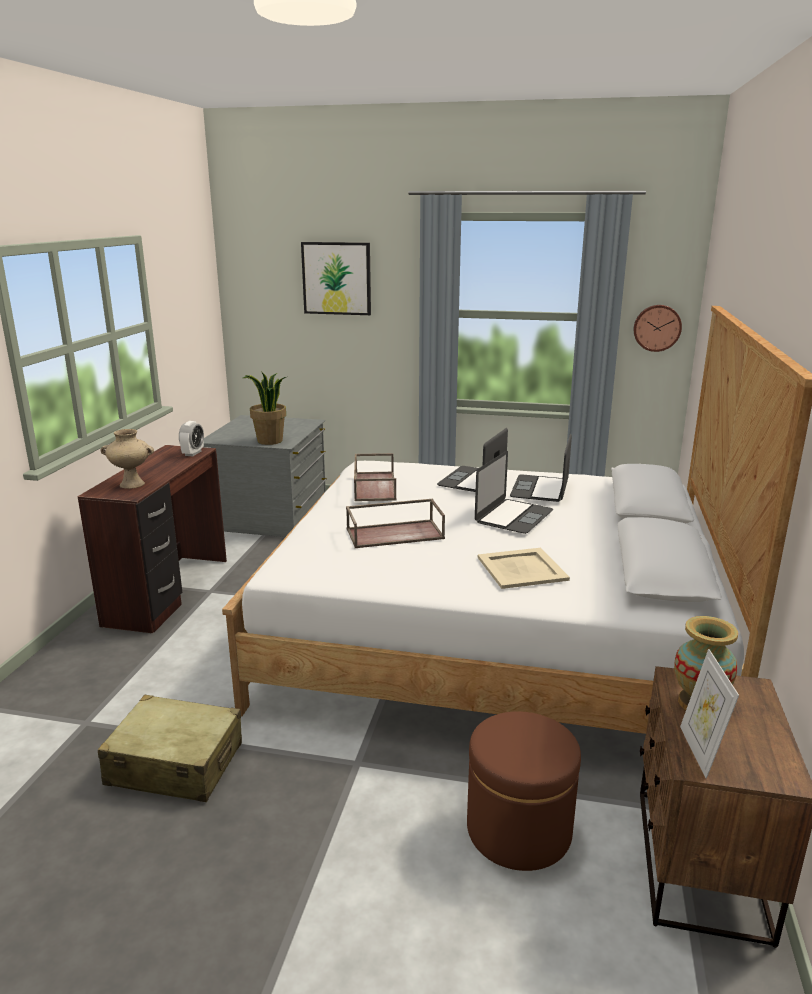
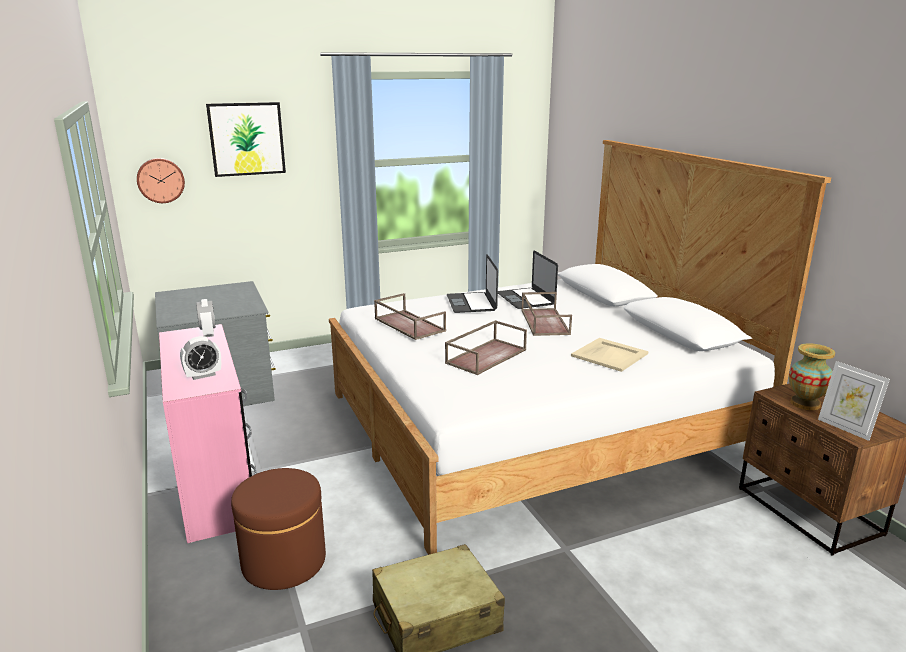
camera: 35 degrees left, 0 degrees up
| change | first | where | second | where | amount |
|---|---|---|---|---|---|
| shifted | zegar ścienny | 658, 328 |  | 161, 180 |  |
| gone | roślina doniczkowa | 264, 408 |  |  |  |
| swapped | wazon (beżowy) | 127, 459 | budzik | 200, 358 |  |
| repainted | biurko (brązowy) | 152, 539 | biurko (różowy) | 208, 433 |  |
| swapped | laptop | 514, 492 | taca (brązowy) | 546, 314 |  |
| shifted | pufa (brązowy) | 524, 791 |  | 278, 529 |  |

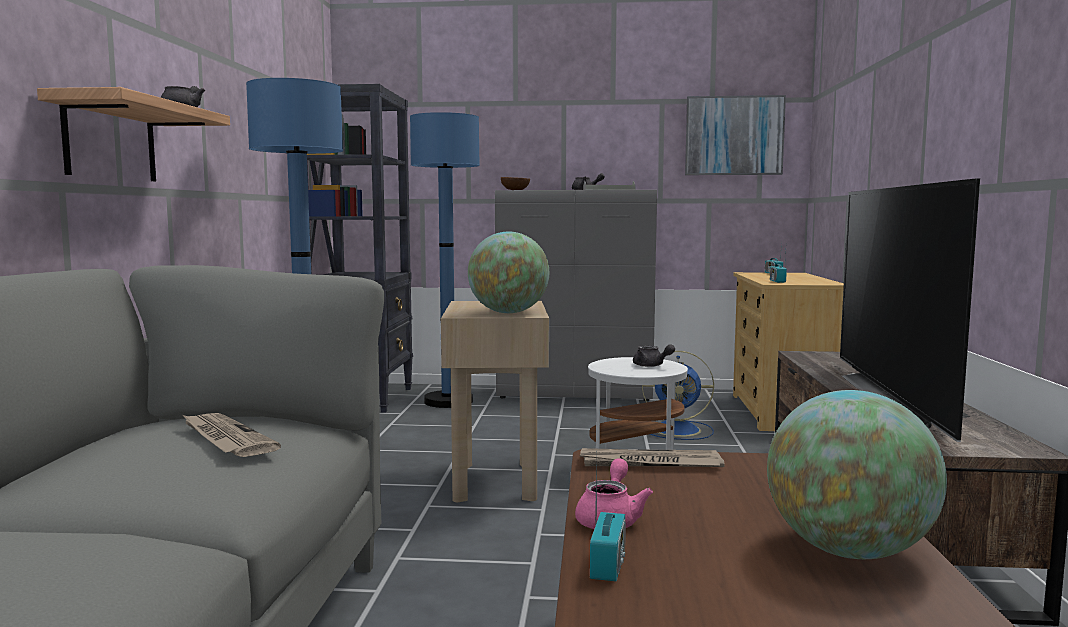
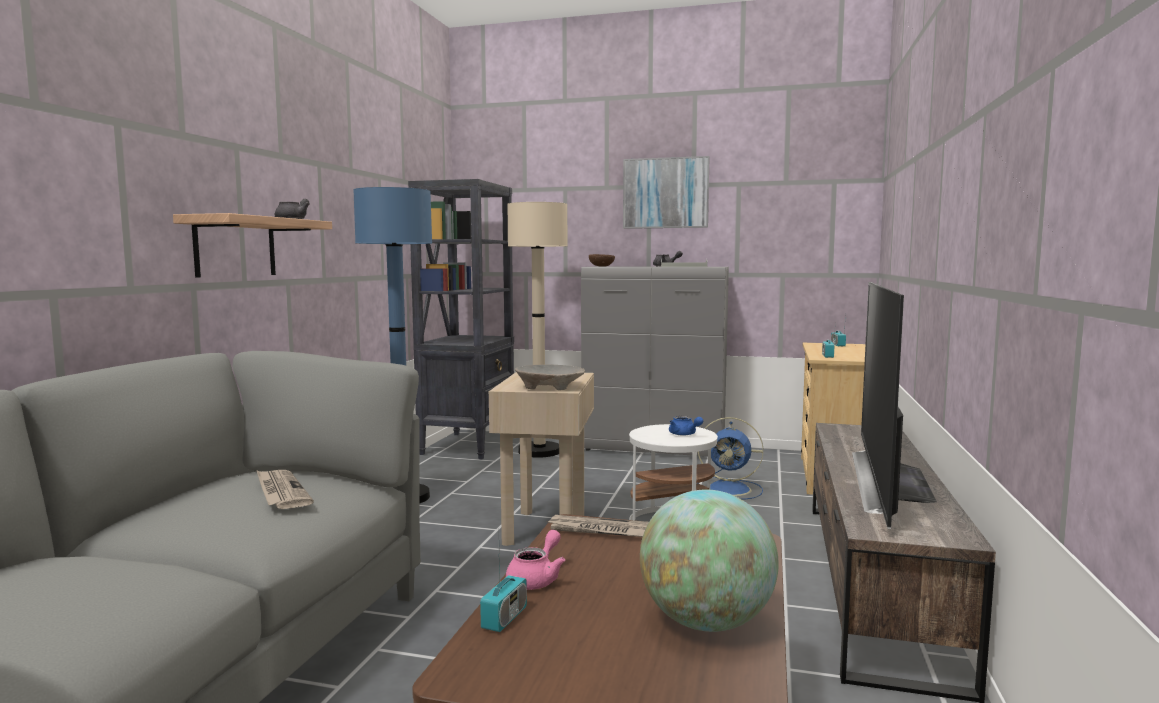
camera: 10 degrees right, 0 degrees up
| change | first | where | second | where | amount |
|---|---|---|---|---|---|
| shifted | obraz | 735, 135 |  | 666, 192 |  |
| repainted | lampa stojąca (niebieski) | 445, 260 | lampa stojąca (beżowy) | 538, 330 |  |
| swapped | globus | 508, 272 | miska (beżowy) | 550, 377 |  |
| repainted | imbryk (szary) | 654, 355 | imbryk (niebieski) | 686, 426 |  |

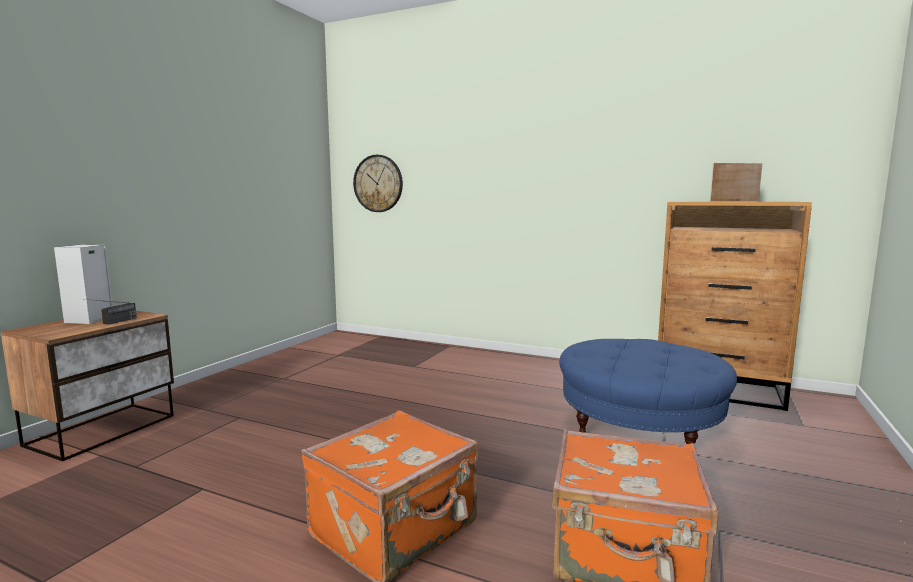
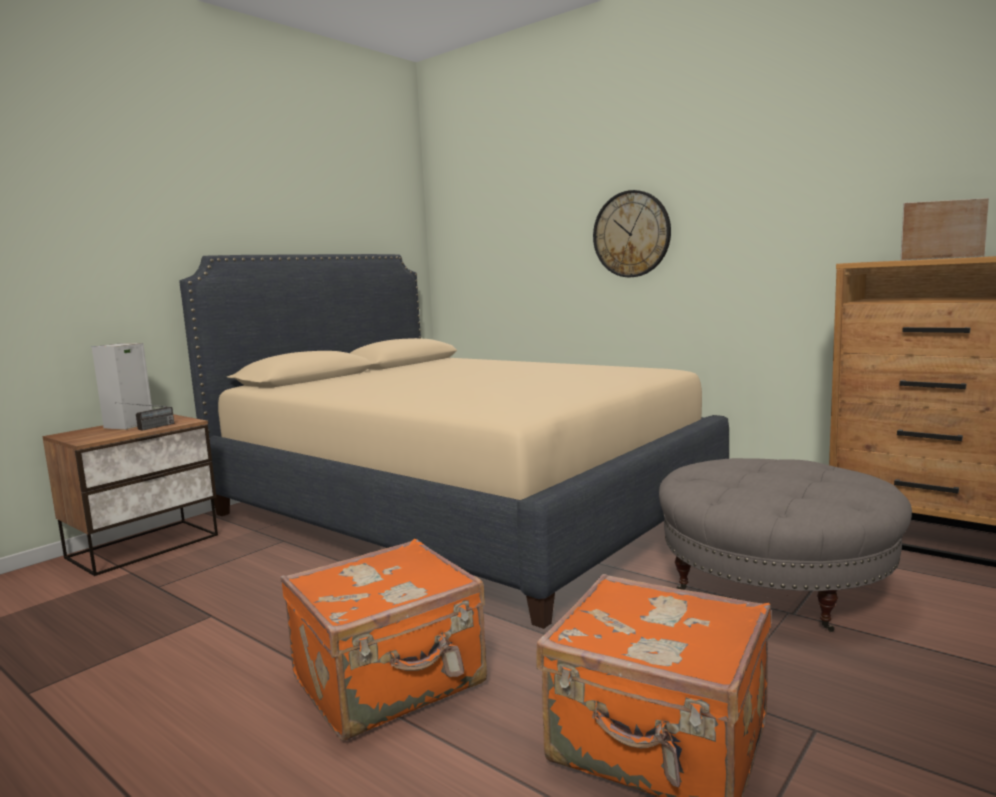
camera: 15 degrees right, 0 degrees up
| change | first | where | second | where | amount |
|---|---|---|---|---|---|
| shifted | zegar ścienny | 378, 183 |  | 632, 233 |  |
| repainted | pufa (niebieski) | 648, 391 | pufa (szary) | 785, 545 |  |
| new |  |  | łóżko (beżowy) | 454, 441 |  |

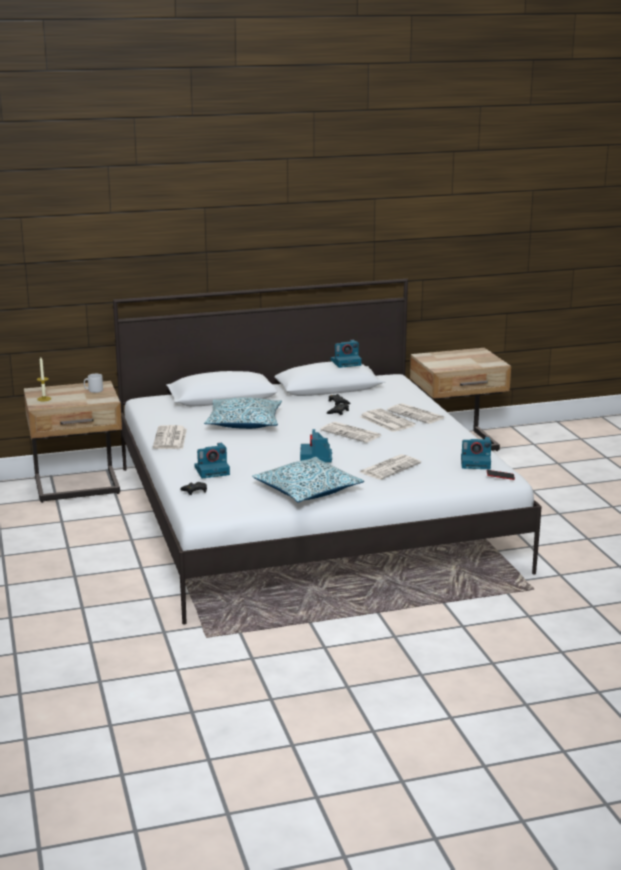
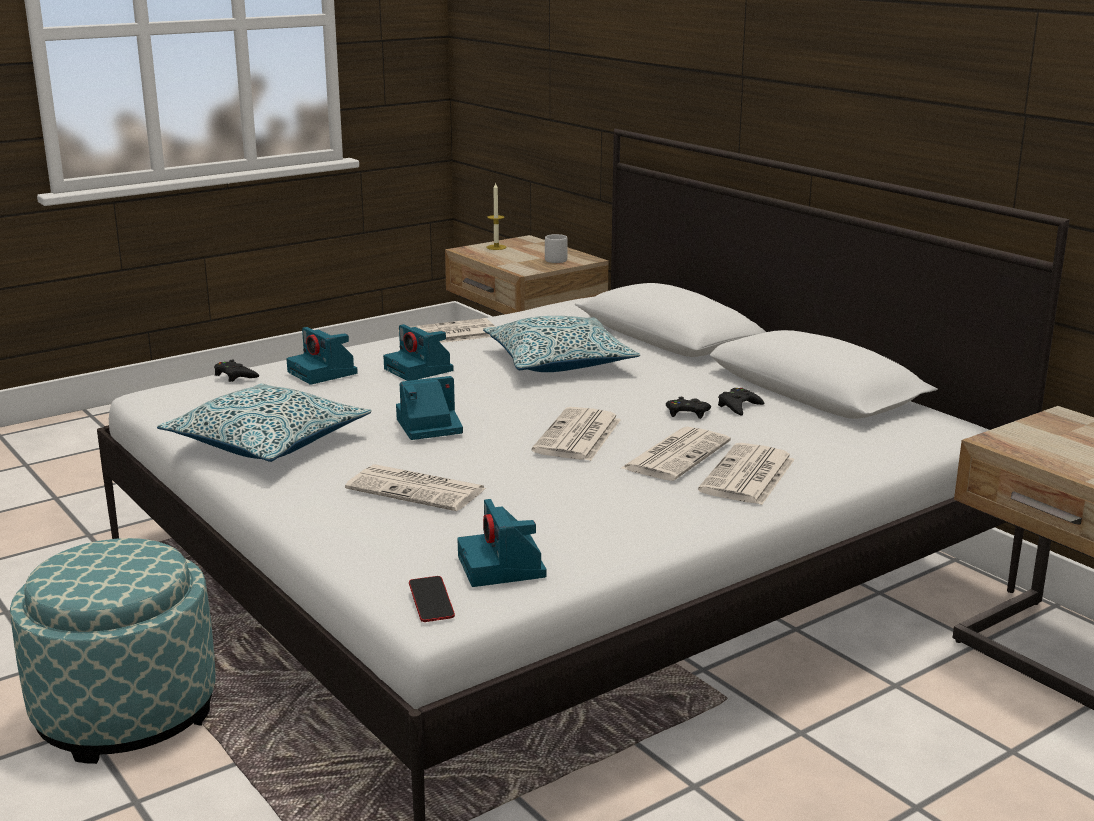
camera: 70 degrees right, 0 degrees up
| change | first | where | second | where | amount |
|---|---|---|---|---|---|
| shifted | aparat fotograficzny | 346, 354 |  | 418, 352 |  |
| new |  |  | pufa | 113, 651 |  |

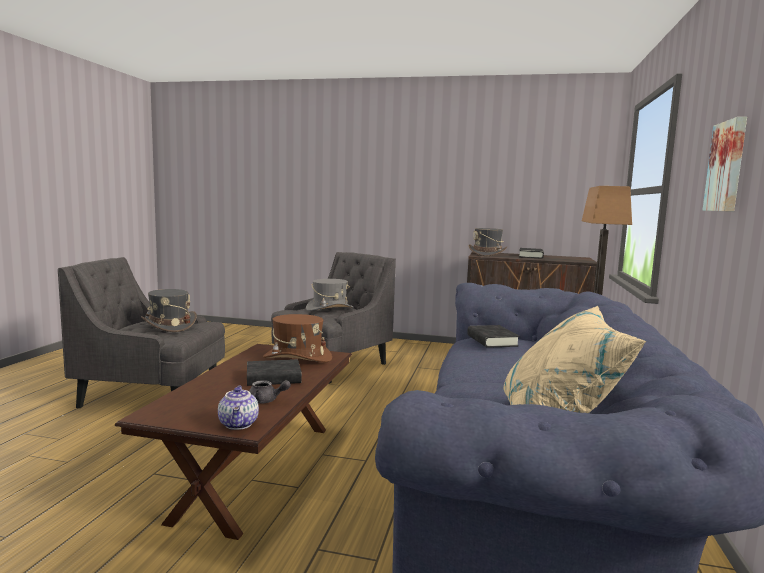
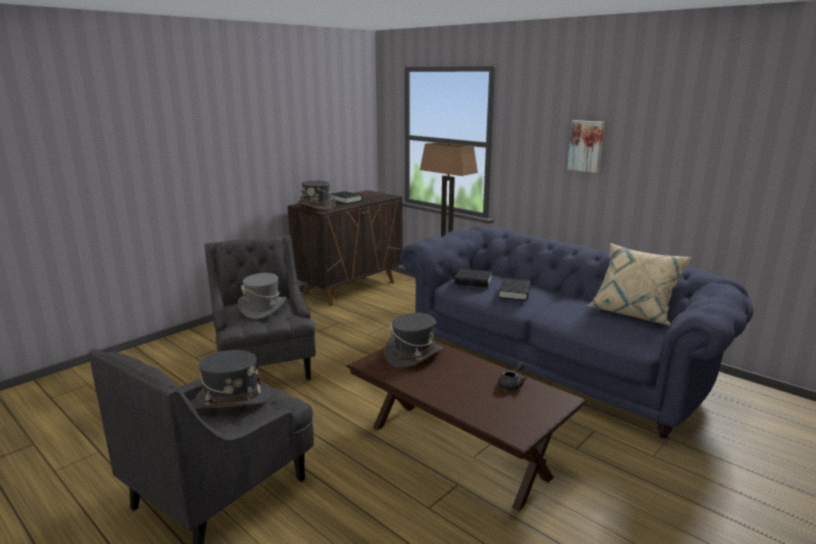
camera: 60 degrees left, 10 degrees up
| change | first | where | second | where | amount |
|---|---|---|---|---|---|
| repainted | kapelusz (brązowy) | 297, 338 | kapelusz (szary) | 413, 340 |  |
| shifted | książka (czarny) | 274, 372 |  | 515, 289 |  |
| gone | imbryk | 238, 407 |  |  |  |

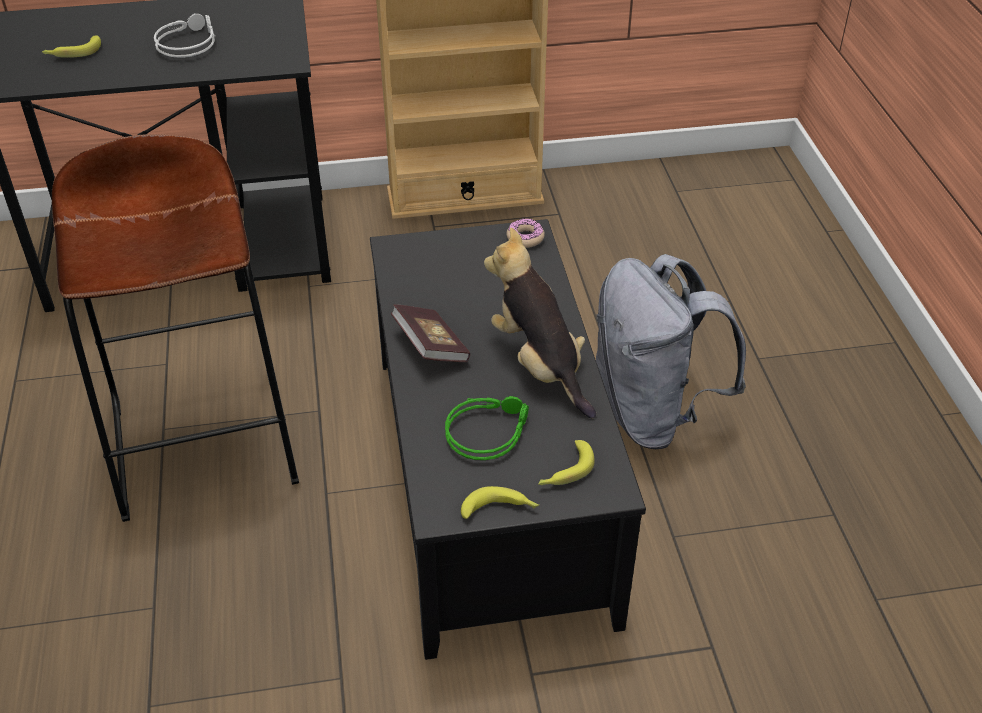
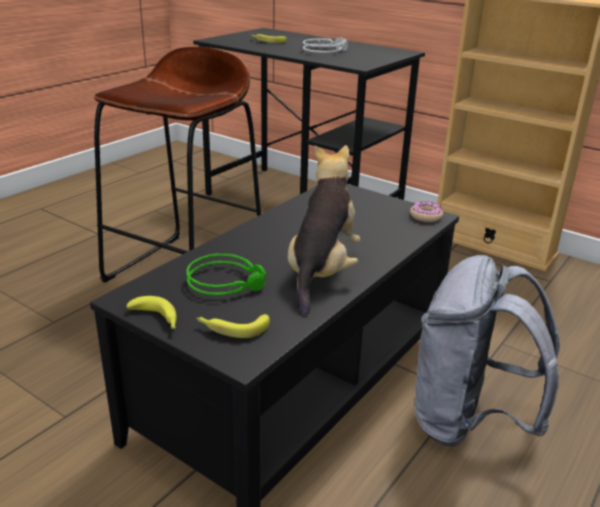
camera: 45 degrees right, 15 degrees down
| change | first | where | second | where | amount |
|---|---|---|---|---|---|
| gone | książka | 430, 333 |  |  |  |

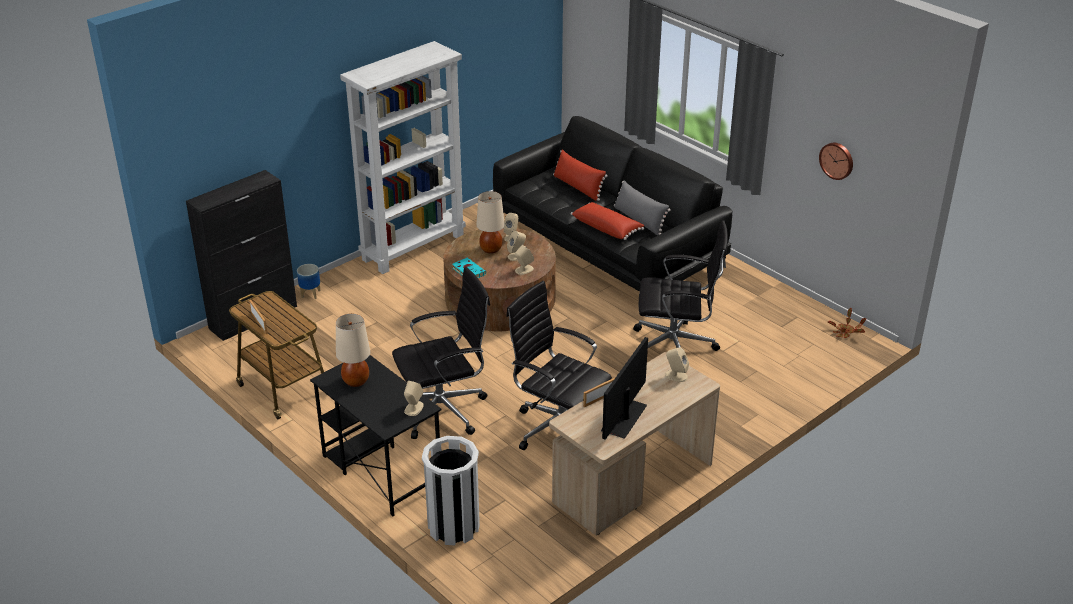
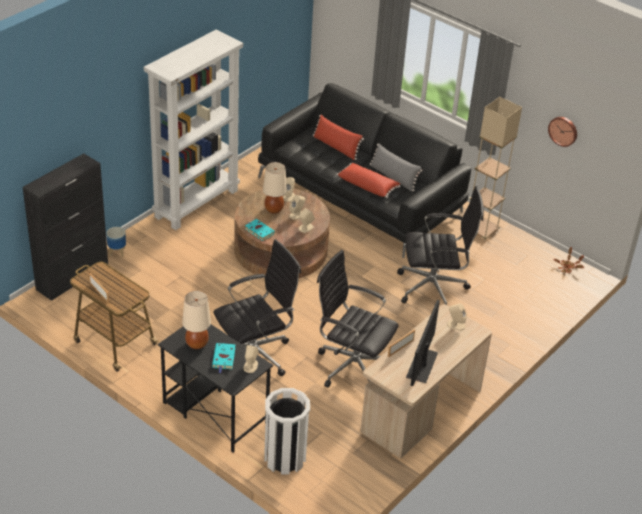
camera: 10 degrees left, 5 degrees up
| change | first | where | second | where | amount |
|---|---|---|---|---|---|
| new |  |  | lampa stojąca (beżowy) | 496, 169 |  |
| new |  |  | książka (turkusowy) | 224, 358 |  |

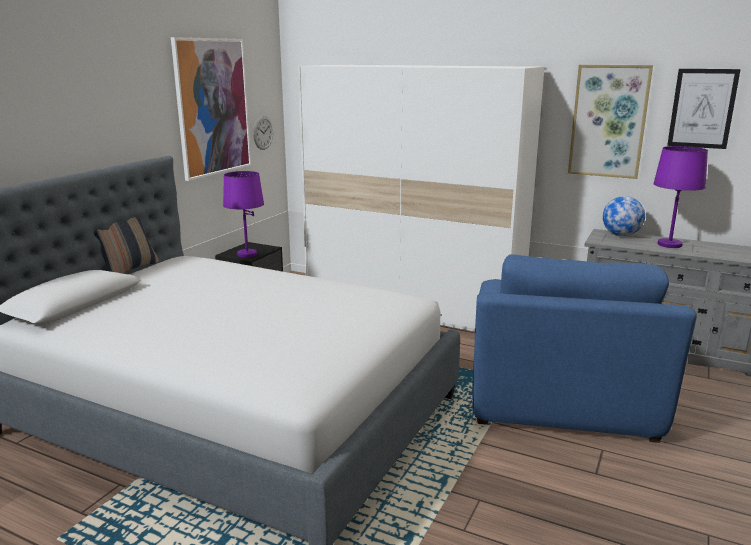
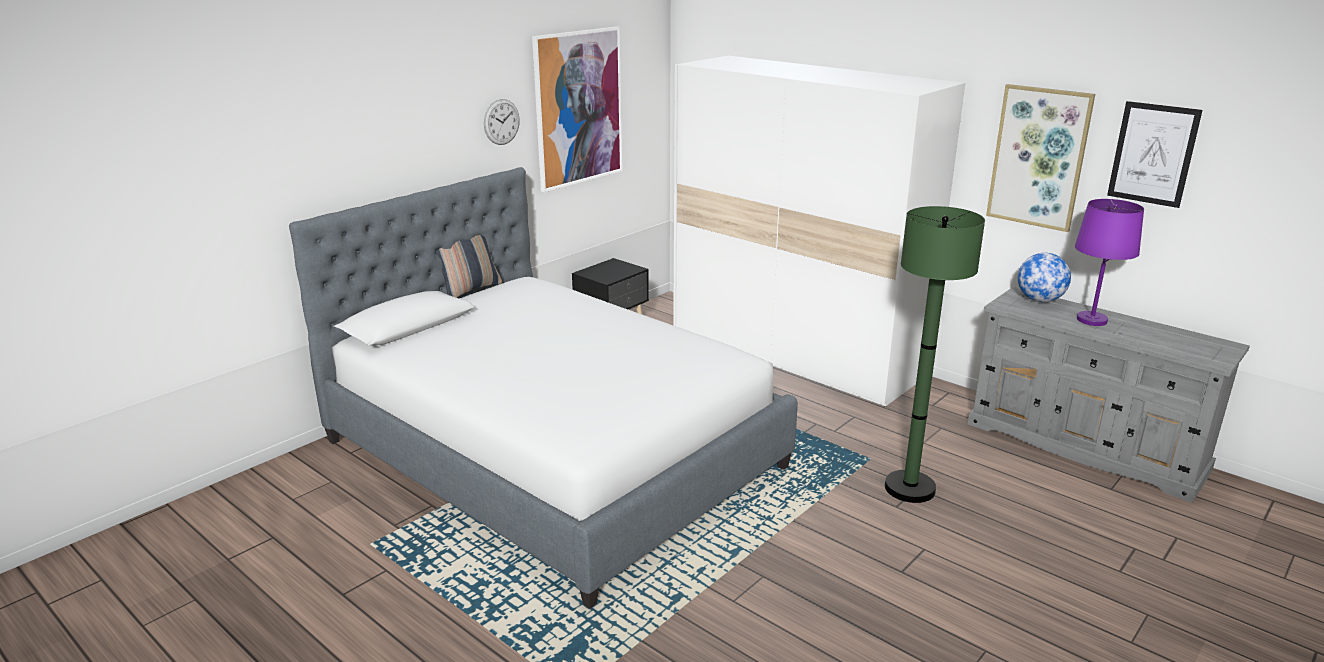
camera: 15 degrees right, 5 degrees up
| change | first | where | second | where | amount |
|---|---|---|---|---|---|
| shifted | zegar ścienny | 263, 133 |  | 502, 122 |  |
| gone | lampa stołowa (fioletowy) | 243, 214 |  |  |  |
| swapped | fotel (niebieski) | 584, 348 | lampa stojąca (zielony) | 935, 354 |  |

